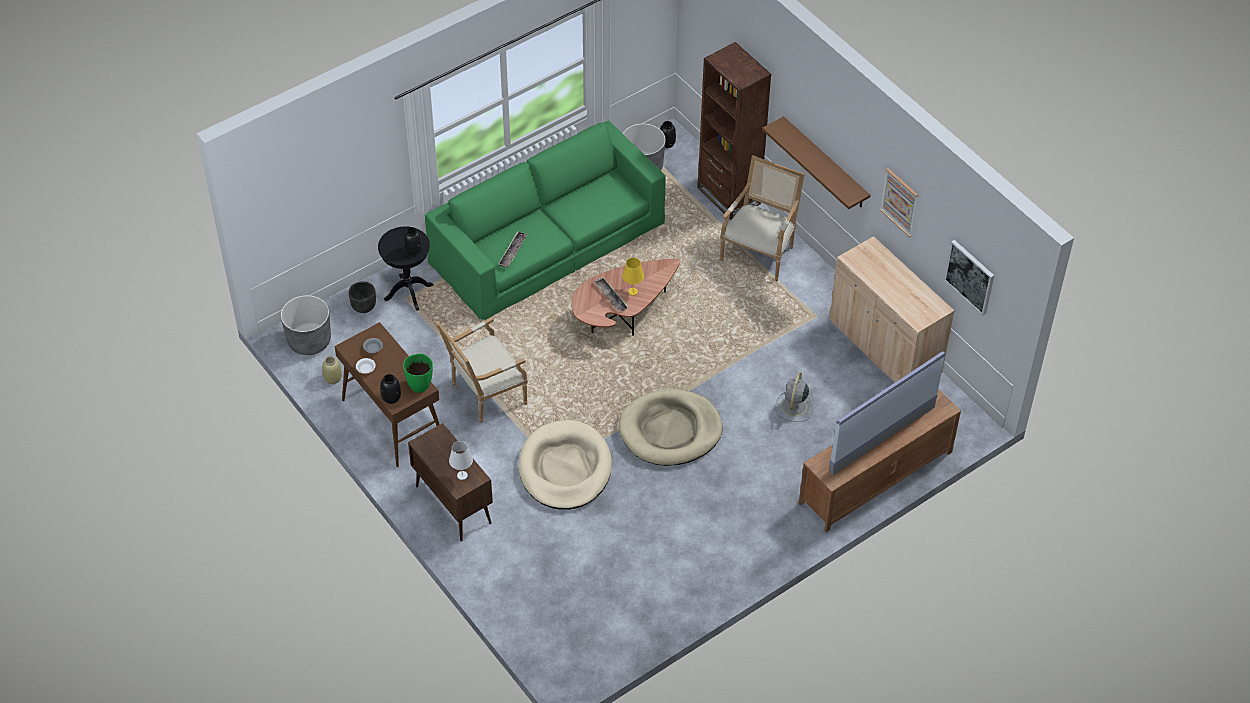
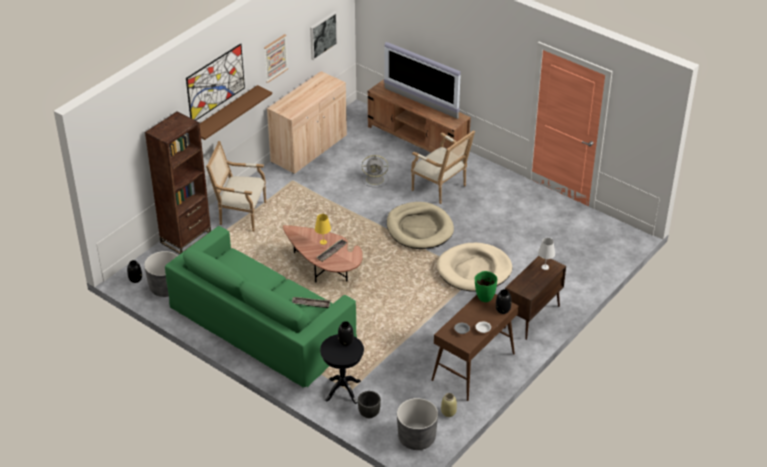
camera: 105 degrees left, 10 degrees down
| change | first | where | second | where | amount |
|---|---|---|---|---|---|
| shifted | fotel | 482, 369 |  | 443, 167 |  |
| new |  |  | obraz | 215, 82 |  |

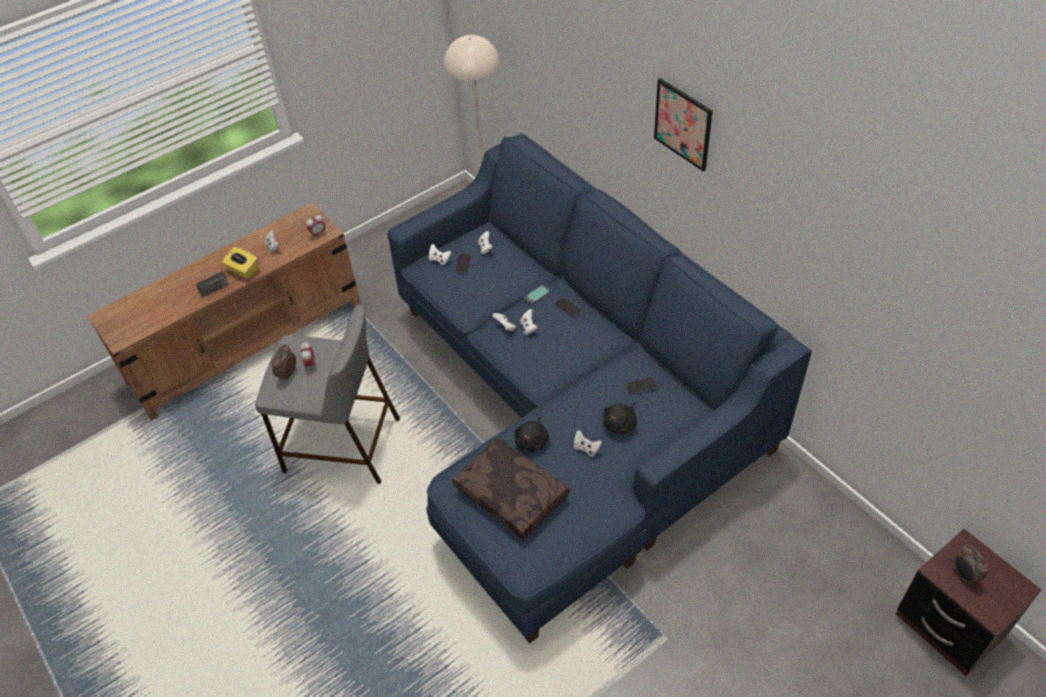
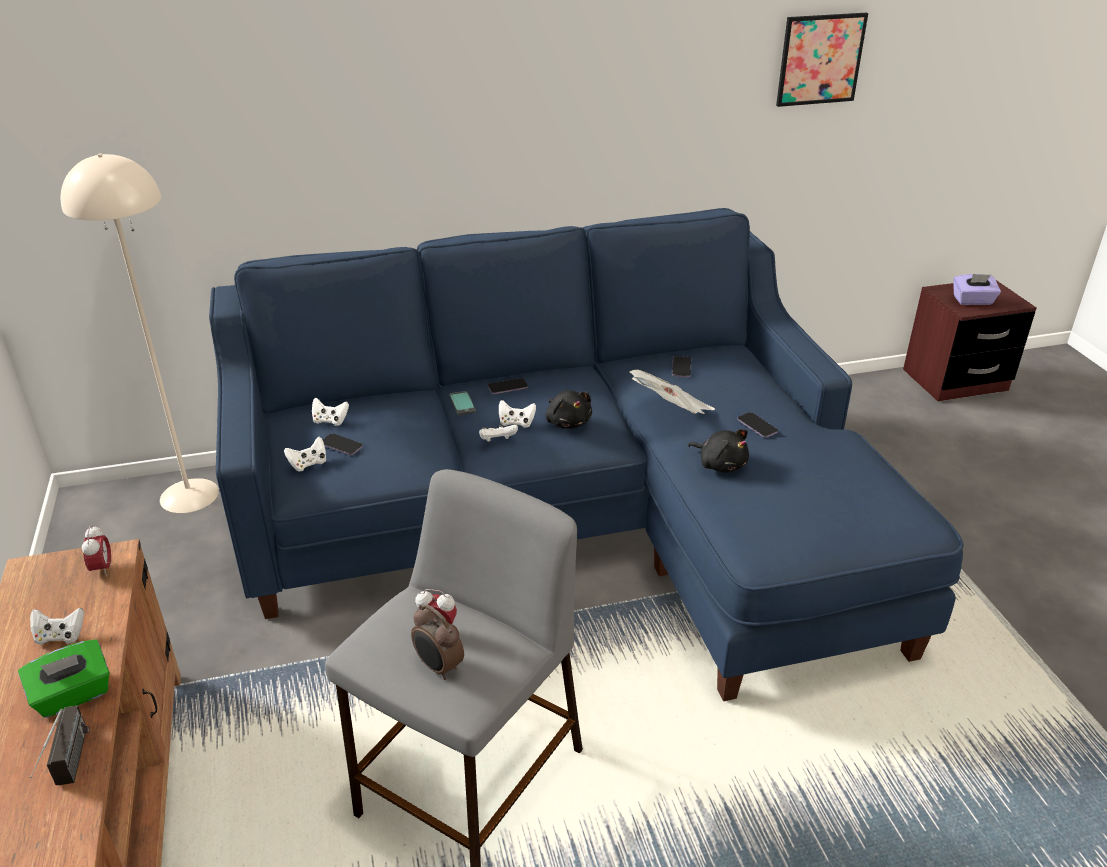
camera: 70 degrees left, 15 degrees down
| change | first | where | second | where | amount |
|---|---|---|---|---|---|
| shifted | obraz | 683, 125 |  | 822, 60 |  |
| repainted | pudełko chusteczek (żółty) | 240, 263 | pudełko chusteczek (zielony) | 64, 678 |  |
| shifted | pluszak (czarny) | 619, 418 |  | 569, 409 |  |
| swapped | pad do gier (biały) | 588, 443 | telefon | 757, 425 |  |
| gone | poduszka (brązowy) | 510, 488 |  |  |  |
| swapped | budzik | 971, 565 | pudełko chusteczek (fioletowy) | 977, 289 |  |
| new |  |  | gazeta | 672, 392 |  |

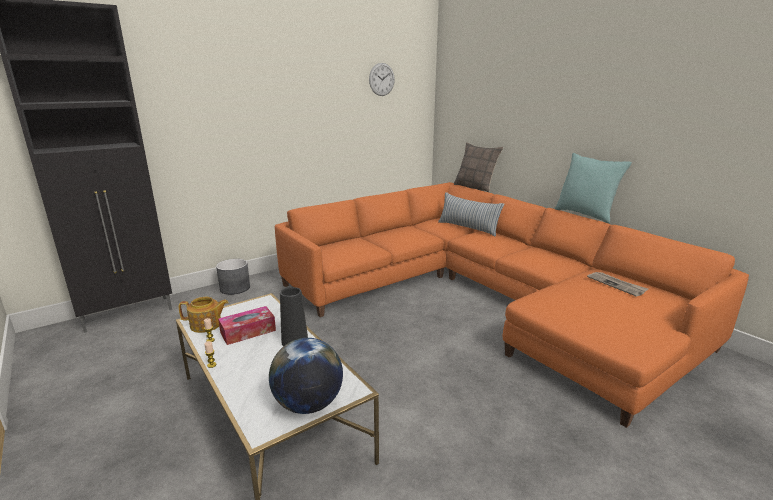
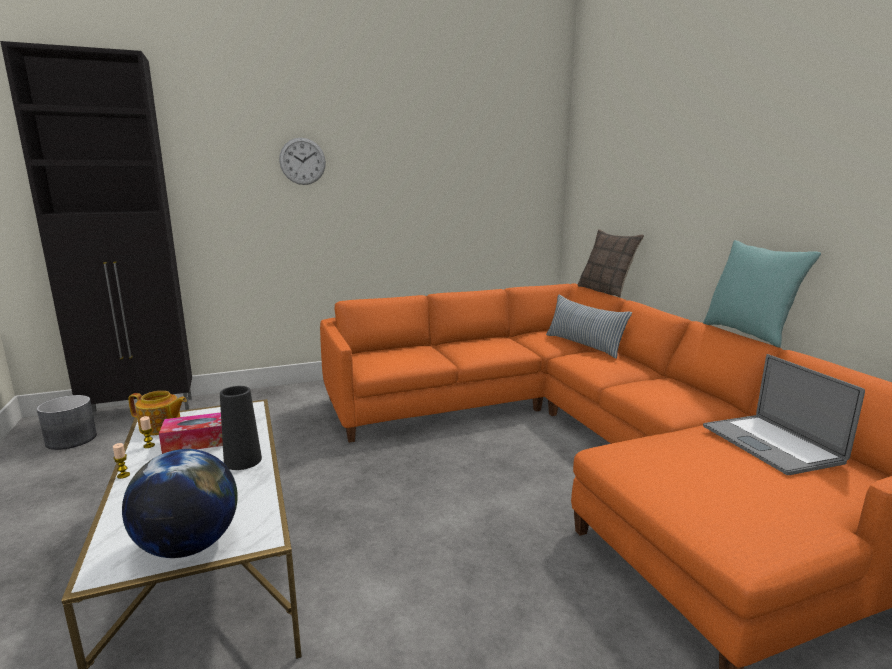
camera: 15 degrees right, 5 degrees down
| change | first | where | second | where | amount |
|---|---|---|---|---|---|
| shifted | zegar ścienny | 382, 79 |  | 302, 161 |  |
| shifted | donica (szary) | 233, 277 |  | 67, 422 |  |
| swapped | gazeta | 617, 284 | laptop | 784, 414 |  |

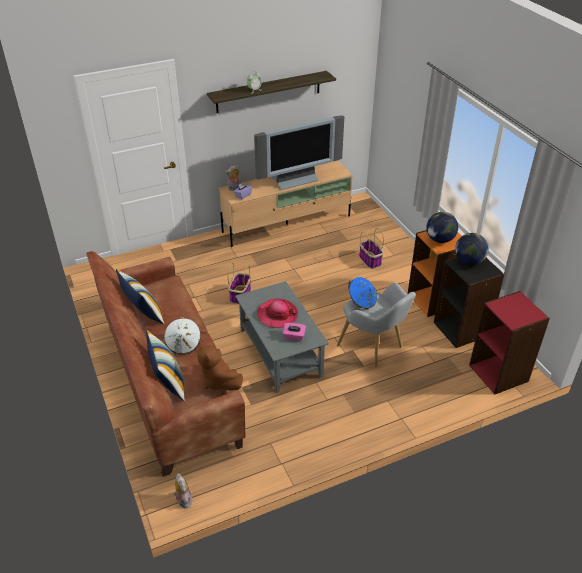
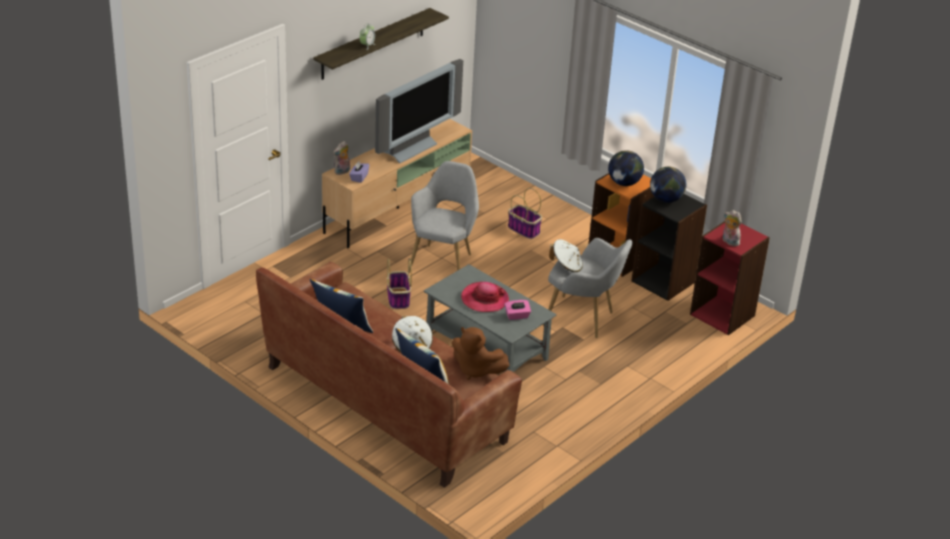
camera: 25 degrees left, 5 degrees down
| change | first | where | second | where | amount |
|---|---|---|---|---|---|
| repainted | kapelusz (niebieski) | 362, 293 | kapelusz (biały) | 566, 255 |  |
| shifted | pluszak | 182, 490 |  | 732, 228 |  |
| new |  |  | fotel (szary) | 444, 217 |  |

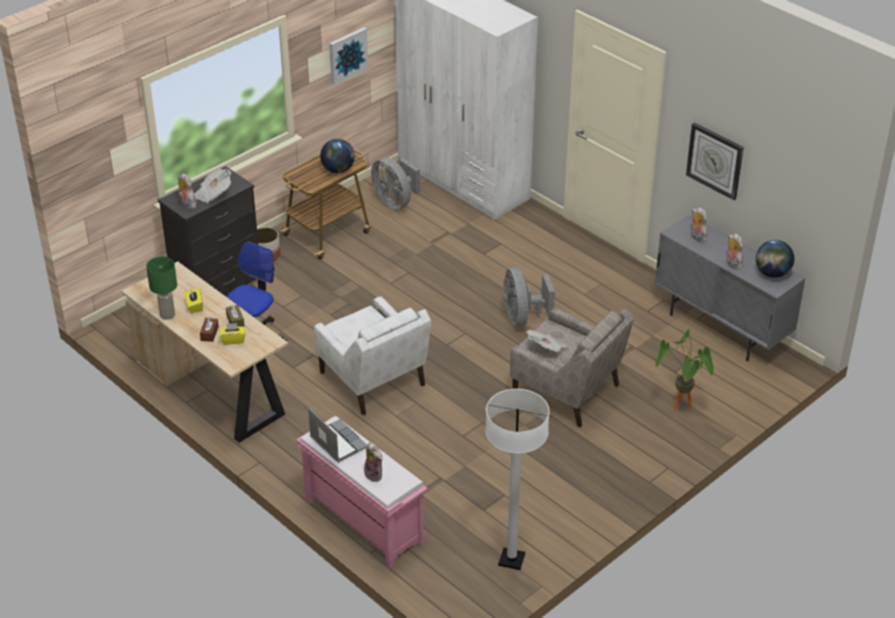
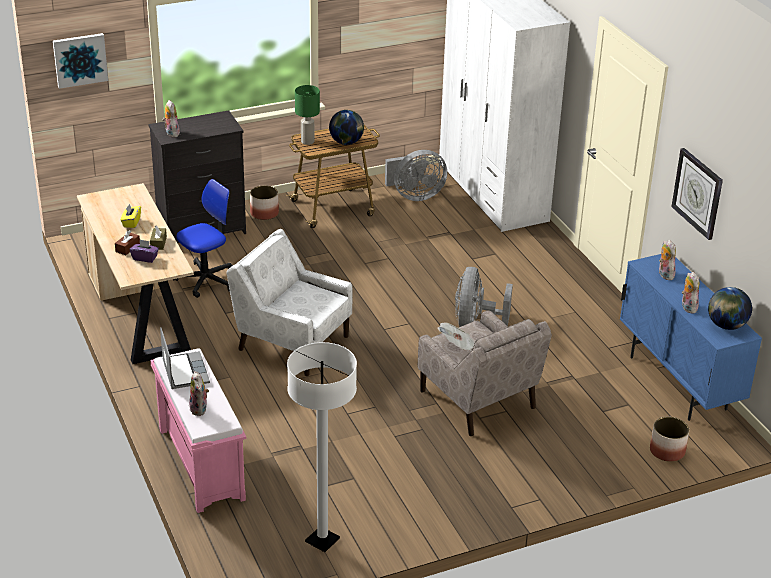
camera: 20 degrees right, 5 degrees down
| change | first | where | second | where | amount |
|---|---|---|---|---|---|
| shifted | obraz | 348, 56 |  | 80, 61 |  |
| rotated | wentylator (szary) | 395, 183 |  | 416, 175 | 90 degrees counterclockwise |
| gone | gazeta | 212, 185 |  |  |  |
| repainted | szafka (szary) | 730, 288 | szafka (niebieski) | 691, 337 |  |
| shifted | lampa stołowa (zielony) | 161, 288 |  | 307, 115 |  |
| rotated | fotel (biały) | 372, 356 |  | 289, 302 | 135 degrees clockwise |
| repainted | pudełko chusteczek (żółty) | 232, 334 | pudełko chusteczek (fioletowy) | 144, 251 |  |
| gone | roślina doniczkowa | 685, 369 |  |  |  |
| new |  |  | donica | 669, 439 |  |

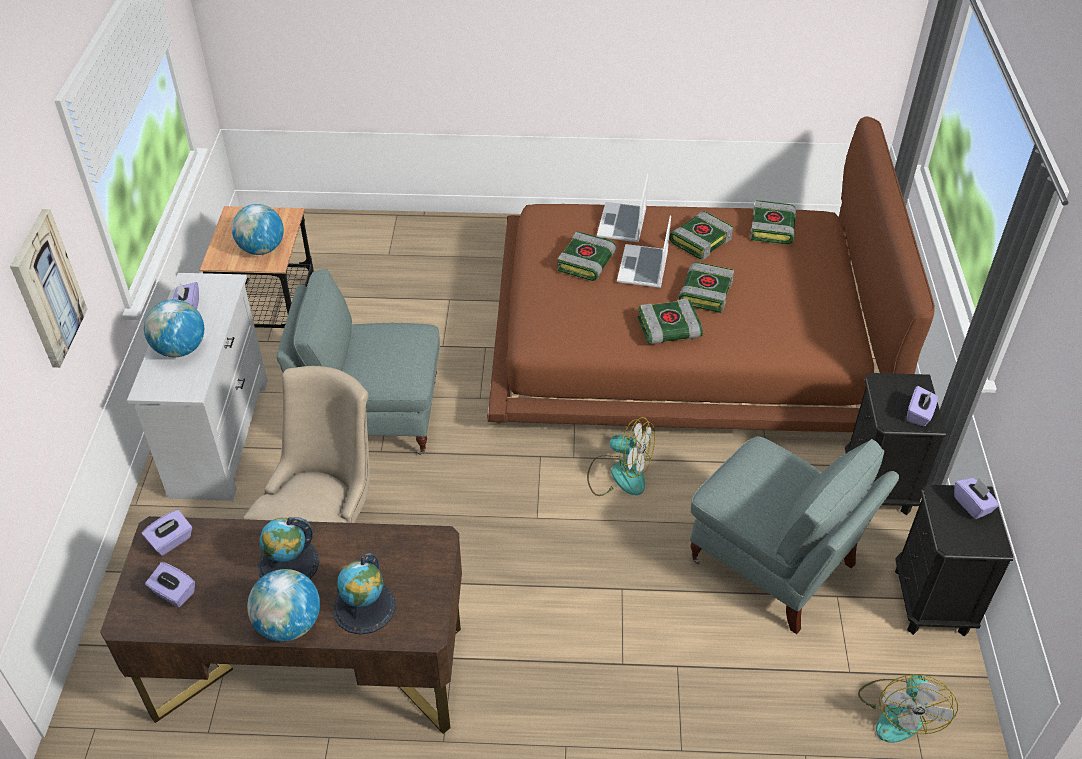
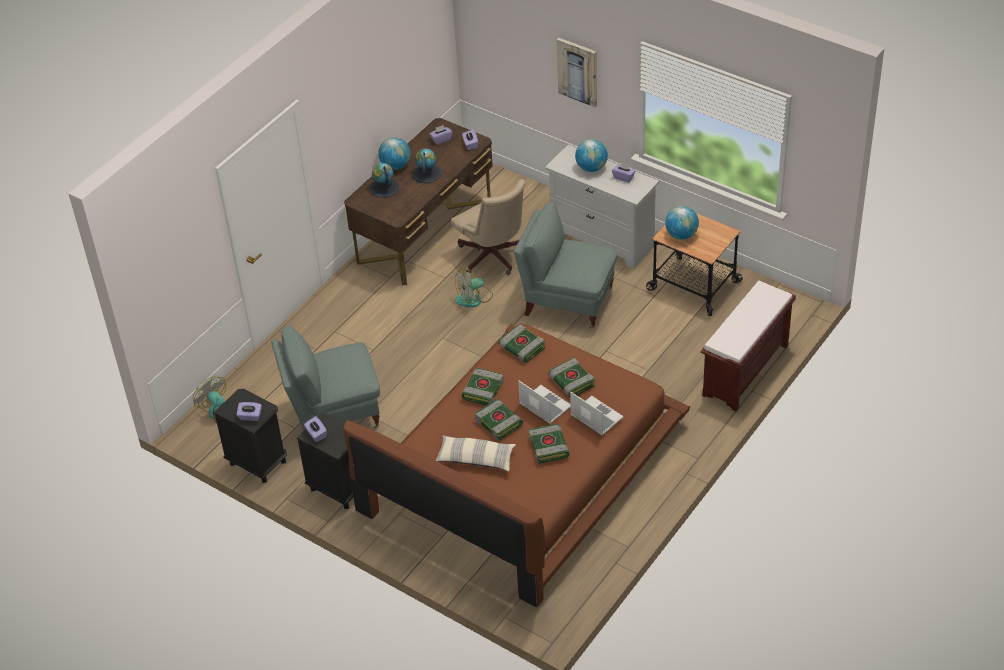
camera: 125 degrees right, 0 degrees up
| change | first | where | second | where | amount |
|---|---|---|---|---|---|
| shifted | książka | 773, 222 |  | 521, 343 |  |
| rotated | fotel (szary) | 358, 361 |  | 565, 265 | 105 degrees counterclockwise |
| shifted | wentylator | 621, 456 |  | 474, 287 |  |
| new |  |  | ławka (brązowy) | 748, 346 |  |
| new |  |  | poduszka | 476, 453 |  |

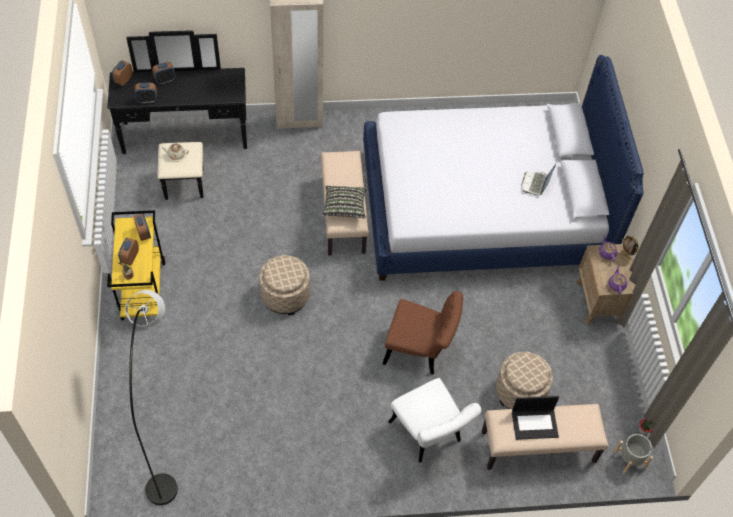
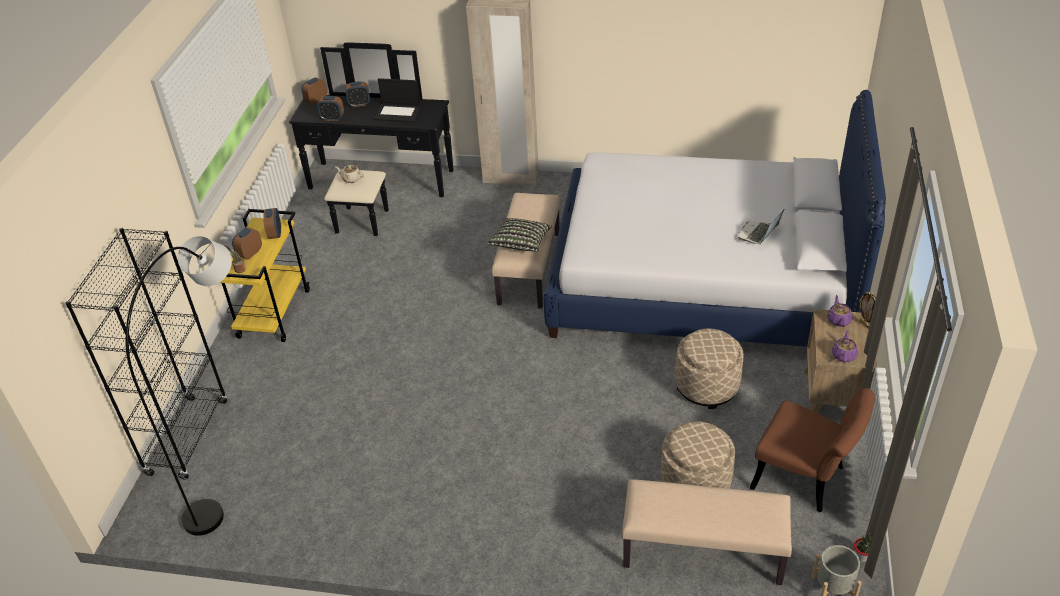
camera: 20 degrees right, 15 degrees down
| change | first | where | second | where | amount |
|---|---|---|---|---|---|
| shifted | pufa (beżowy) | 284, 285 |  | 709, 369 |  |
| shifted | krzesło (brązowy) | 423, 333 |  | 812, 450 |  |
| gone | krzesło (biały) | 434, 420 |  |  |  |
| shifted | laptop | 535, 418 |  | 397, 100 |  |
| new |  |  | regał (czarny) | 146, 353 |  |

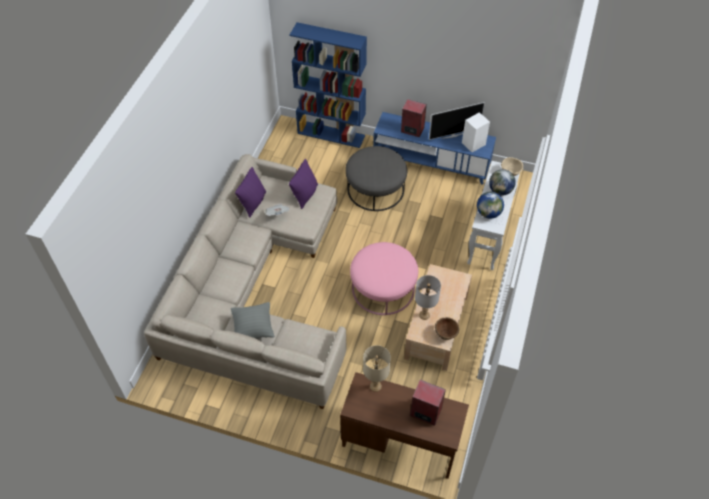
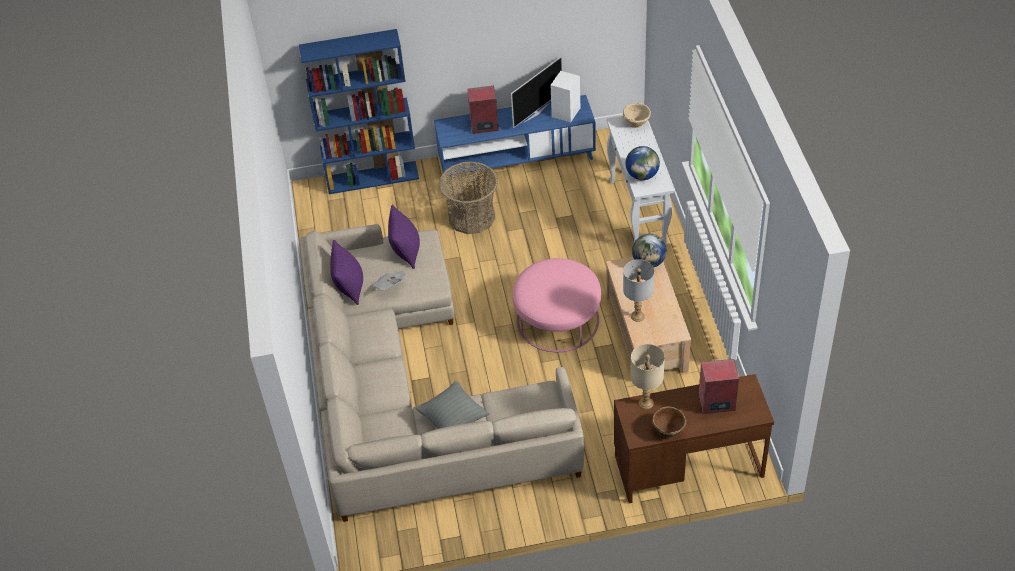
camera: 25 degrees left, 5 degrees down
| change | first | where | second | where | amount |
|---|---|---|---|---|---|
| swapped | pufa (szary) | 376, 178 | koszyk | 468, 197 |  |
| shifted | globus | 502, 182 |  | 649, 250 |  |
| shifted | miska (brązowy) | 447, 328 |  | 669, 422 |  |

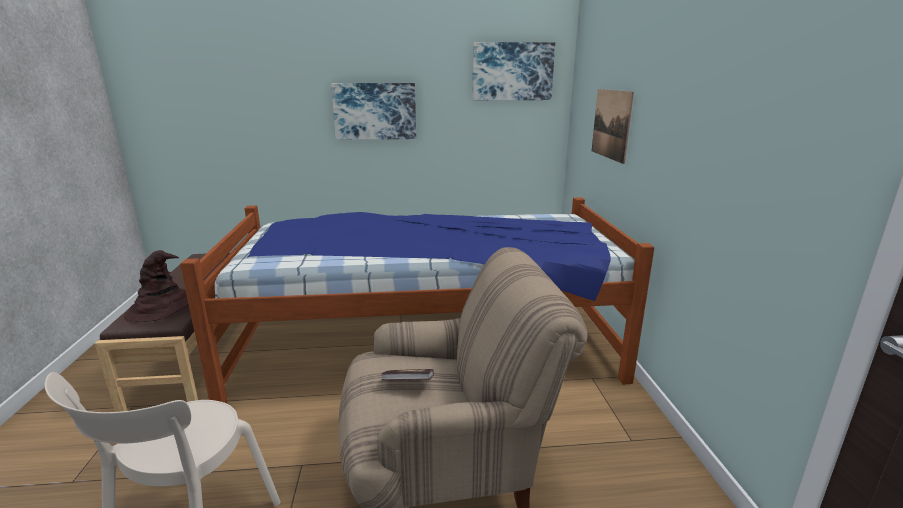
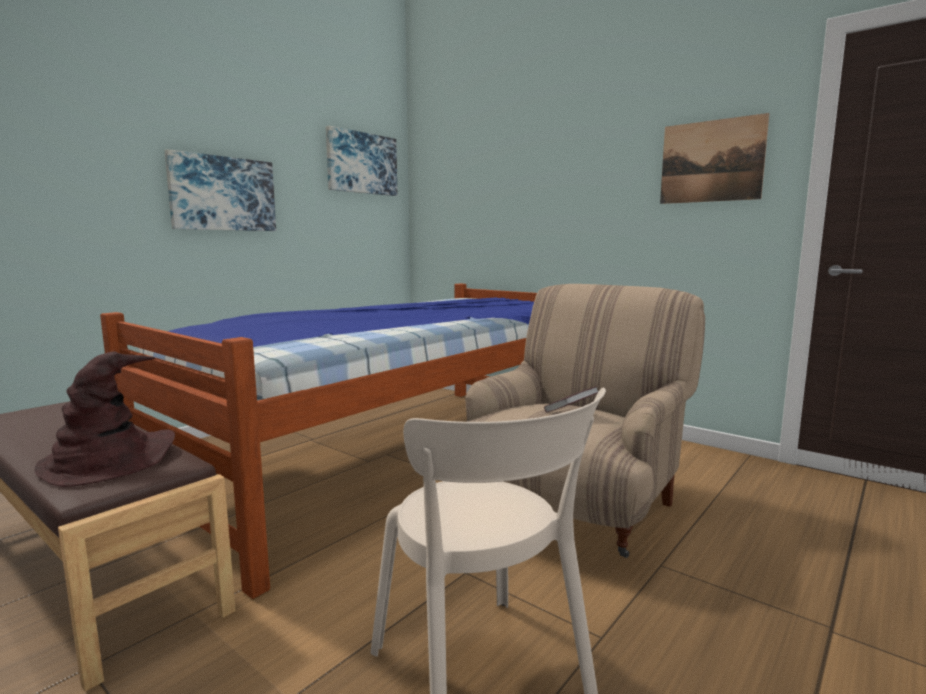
camera: 45 degrees left, 10 degrees down
| change | first | where | second | where | amount |
|---|---|---|---|---|---|
| shifted | obraz | 613, 126 |  | 714, 158 |  |

